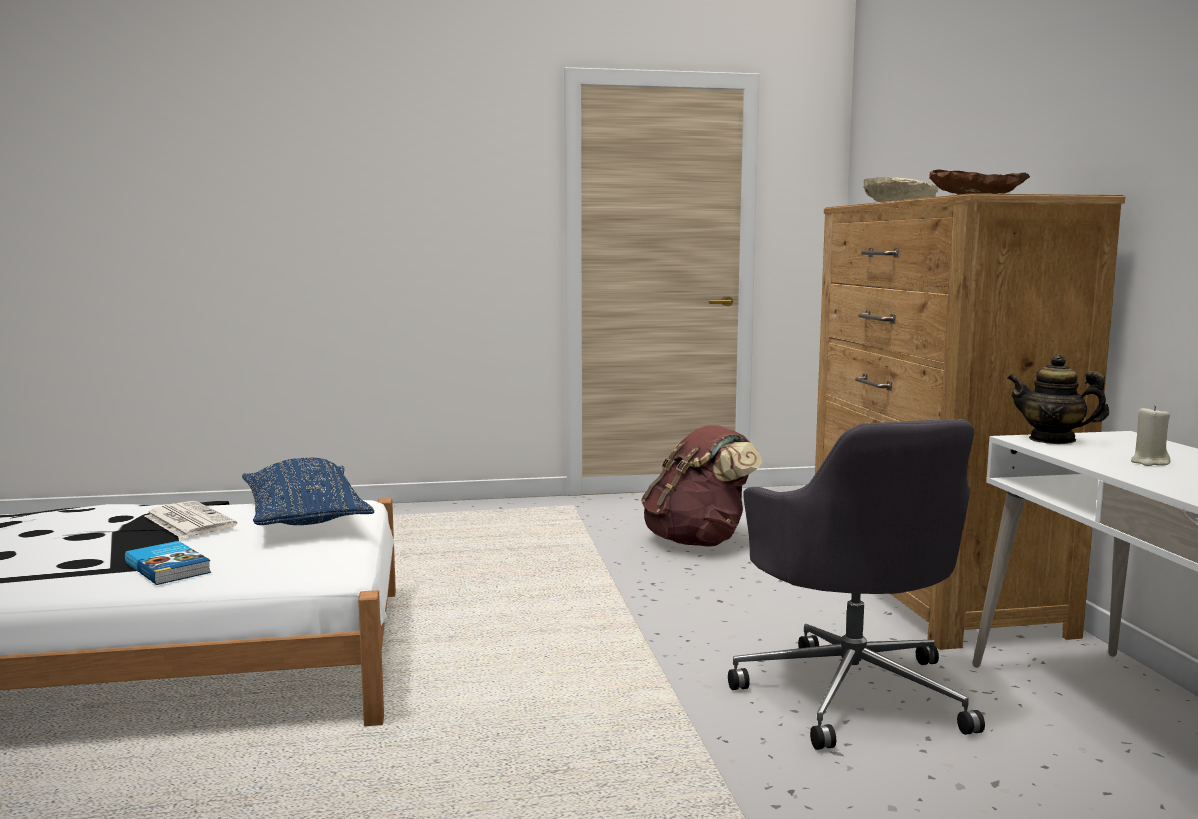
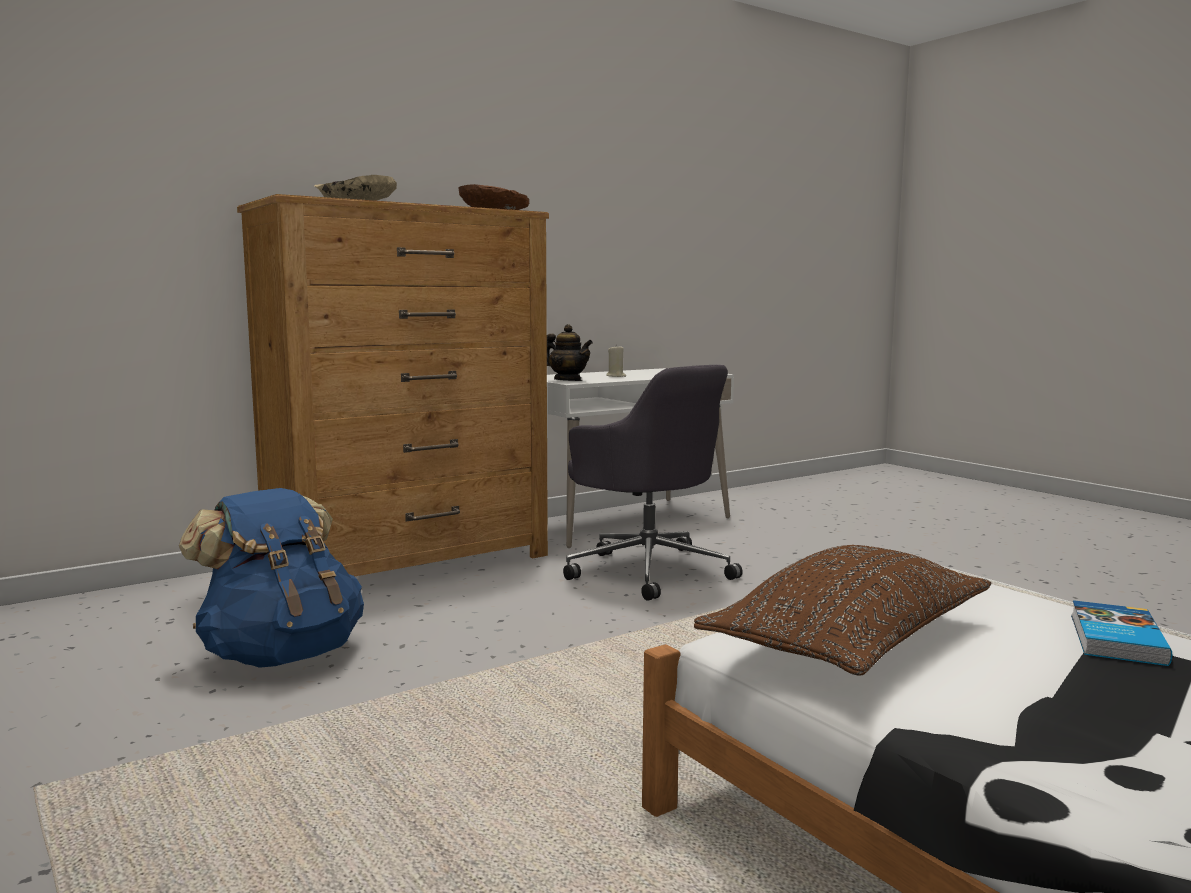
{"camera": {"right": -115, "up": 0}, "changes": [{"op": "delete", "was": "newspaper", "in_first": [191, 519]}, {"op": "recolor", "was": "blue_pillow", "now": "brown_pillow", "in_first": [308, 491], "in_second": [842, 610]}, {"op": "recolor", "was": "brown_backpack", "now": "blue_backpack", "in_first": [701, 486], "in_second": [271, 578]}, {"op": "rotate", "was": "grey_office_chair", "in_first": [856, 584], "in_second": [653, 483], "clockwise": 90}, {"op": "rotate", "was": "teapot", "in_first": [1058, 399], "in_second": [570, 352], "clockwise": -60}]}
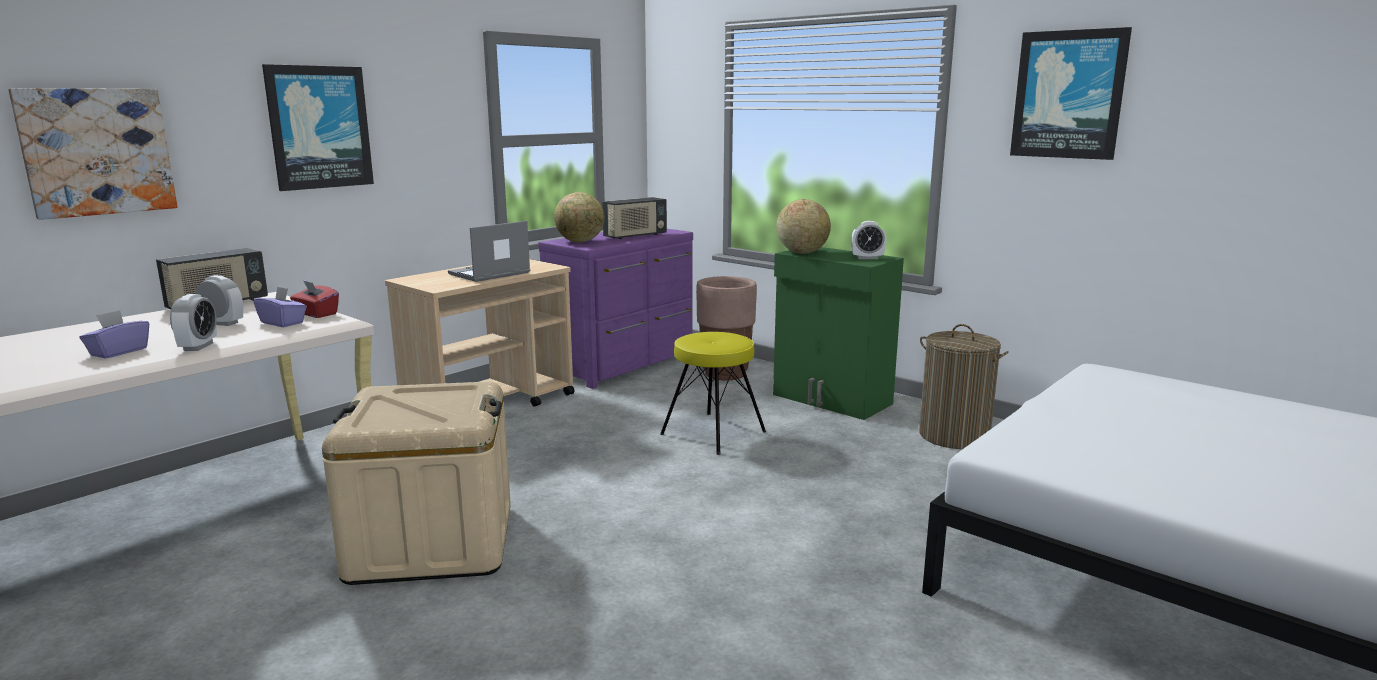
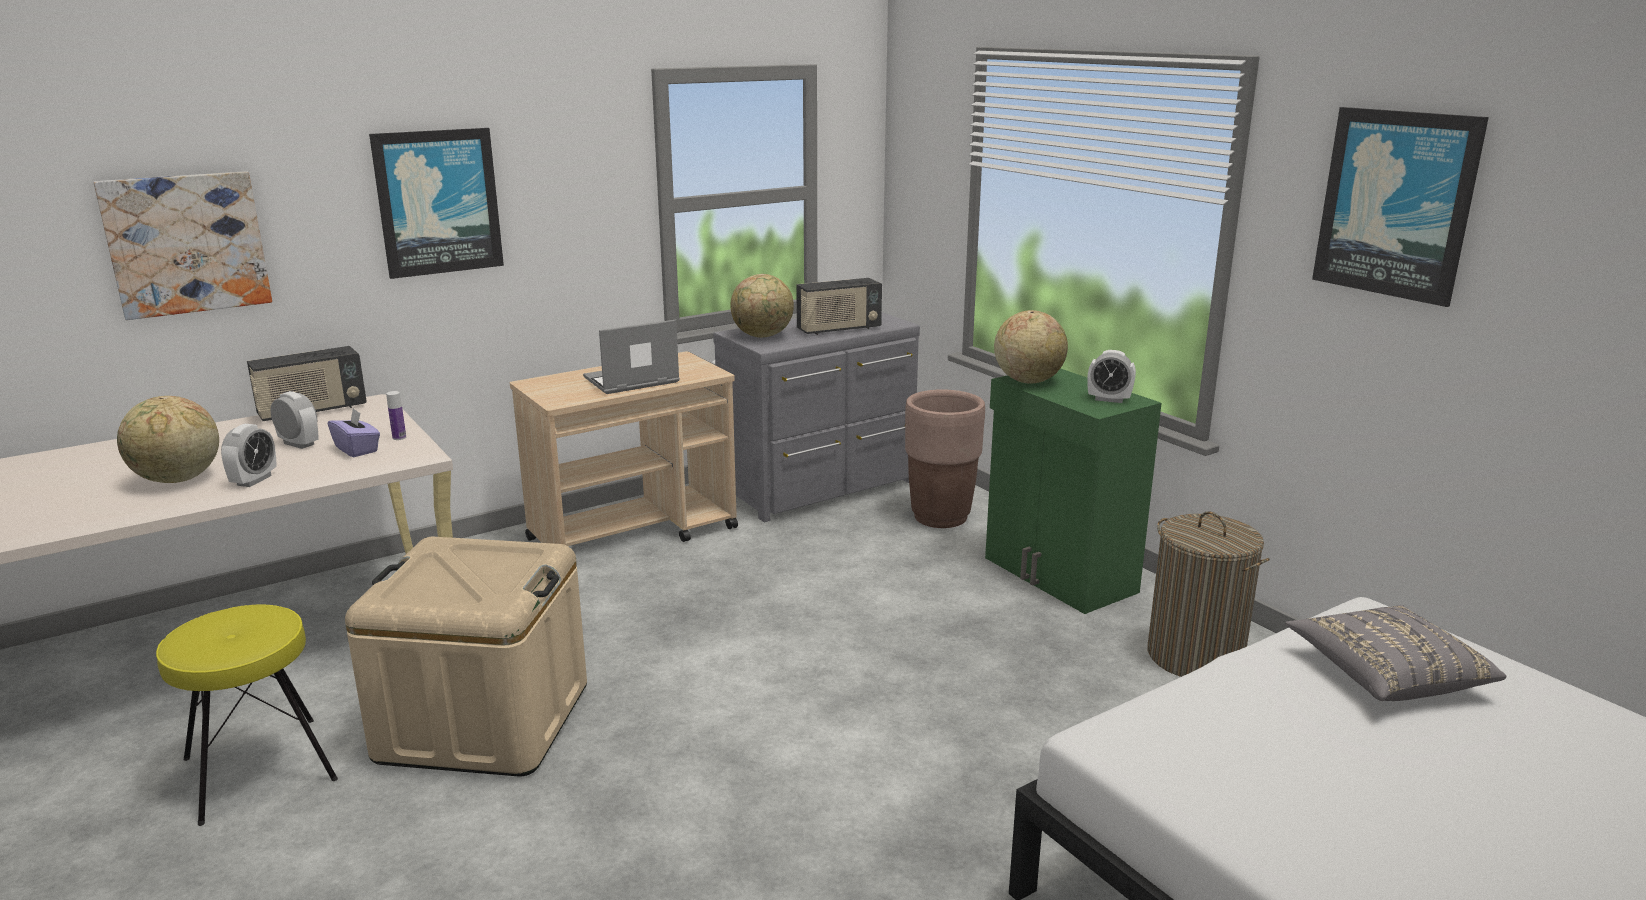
{"camera": {"right": 15, "up": 5}, "changes": [{"op": "replace", "was": "purple_tissue_box", "now": "globe", "in_first": [114, 334], "in_second": [168, 439]}, {"op": "replace", "was": "red_tissue_box", "now": "bottle", "in_first": [314, 299], "in_second": [396, 415]}, {"op": "recolor", "was": "purple_dresser", "now": "grey_dresser", "in_first": [615, 309], "in_second": [816, 417]}, {"op": "move", "was": "yellow_stool", "in_first": [713, 393], "in_second": [247, 715]}, {"op": "insert", "now": "grey_pillow", "in_second": [1396, 653]}]}
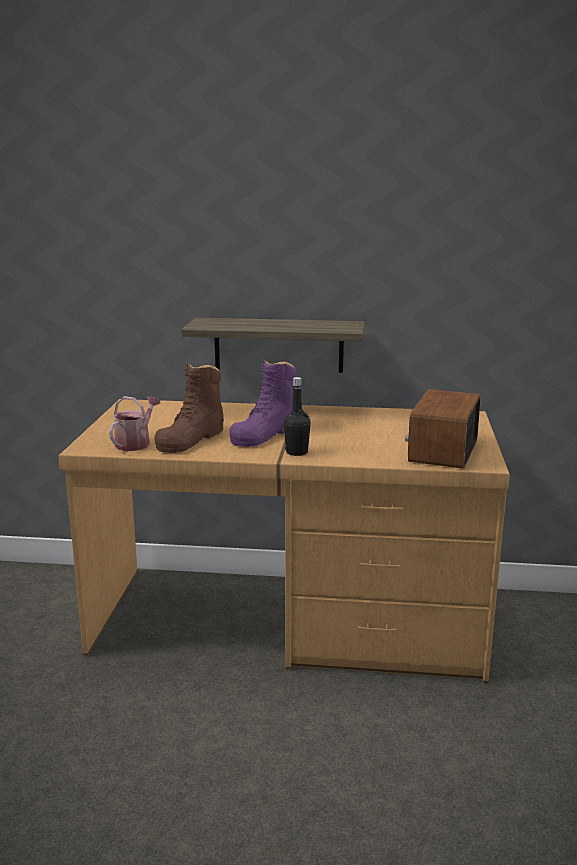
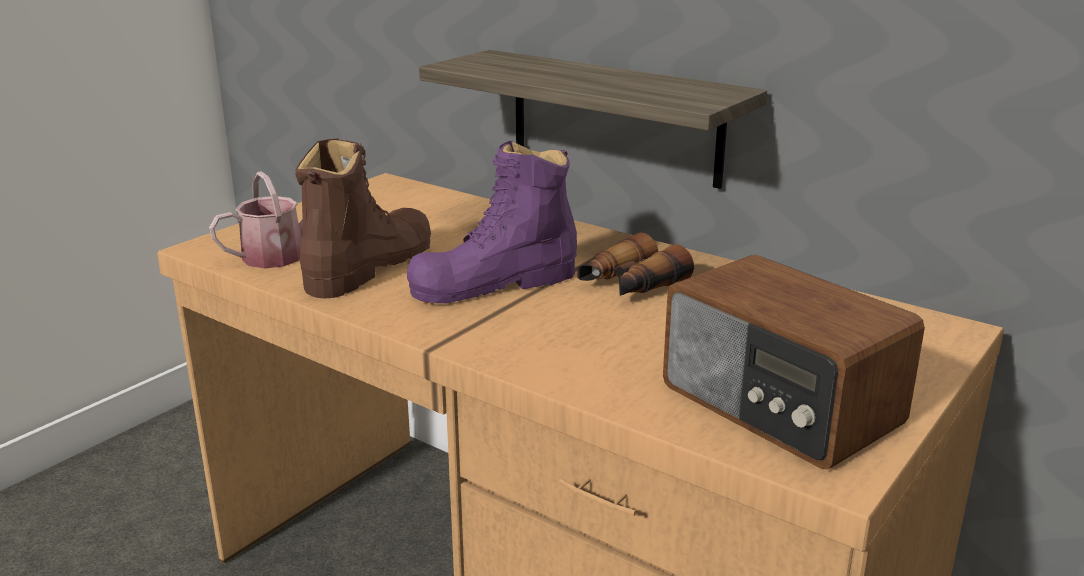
{"camera": {"right": 30, "up": 5}, "changes": [{"op": "rotate", "was": "brown_boot", "in_first": [189, 408], "in_second": [363, 218], "clockwise": 150}, {"op": "delete", "was": "black_bottle", "in_first": [297, 416]}, {"op": "rotate", "was": "radio", "in_first": [443, 429], "in_second": [794, 362], "clockwise": -90}, {"op": "insert", "now": "binoculars", "in_second": [635, 264]}]}
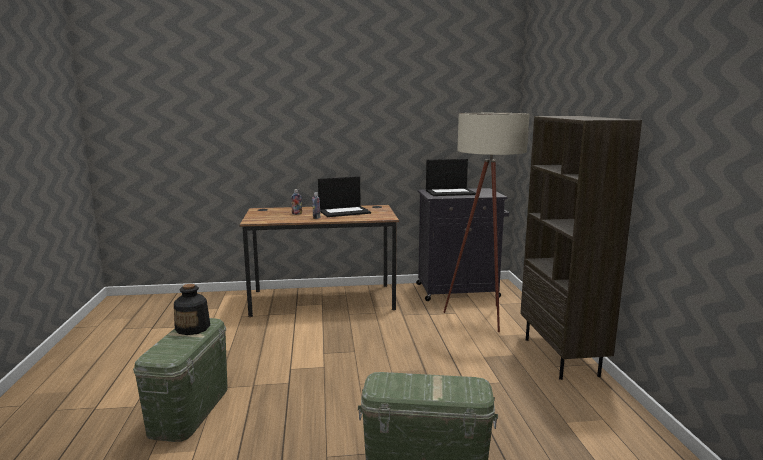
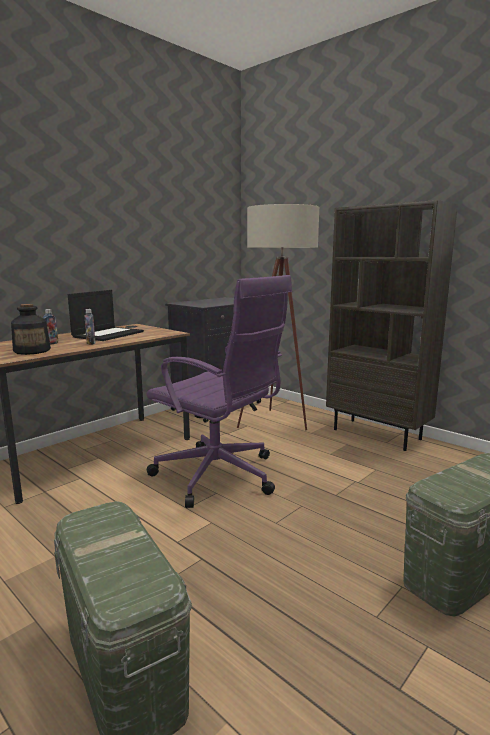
{"camera": {"right": -40, "up": 0}, "changes": [{"op": "move", "was": "bottle", "in_first": [192, 309], "in_second": [31, 329]}, {"op": "delete", "was": "laptop", "in_first": [451, 177]}, {"op": "insert", "now": "purple_office_chair", "in_second": [219, 391]}]}
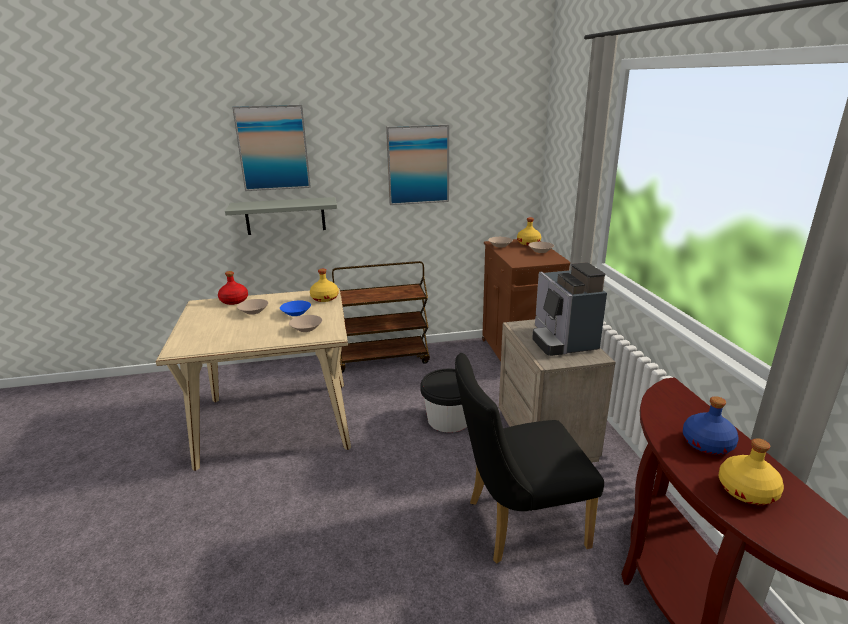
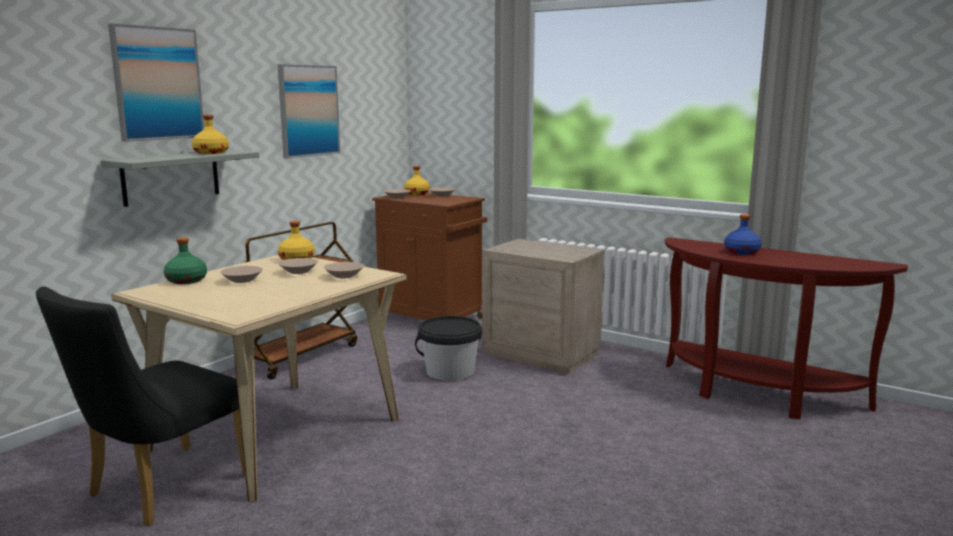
{"camera": {"right": -45, "up": -10}, "changes": [{"op": "recolor", "was": "red_bottle", "now": "green_bottle", "in_first": [233, 288], "in_second": [185, 260]}, {"op": "recolor", "was": "blue_bowl", "now": "beige_bowl", "in_first": [295, 308], "in_second": [298, 266]}, {"op": "move", "was": "black_chair", "in_first": [529, 458], "in_second": [140, 406]}, {"op": "delete", "was": "coffee_machine", "in_first": [569, 309]}, {"op": "move", "was": "yellow_bottle", "in_first": [751, 471], "in_second": [210, 134]}]}
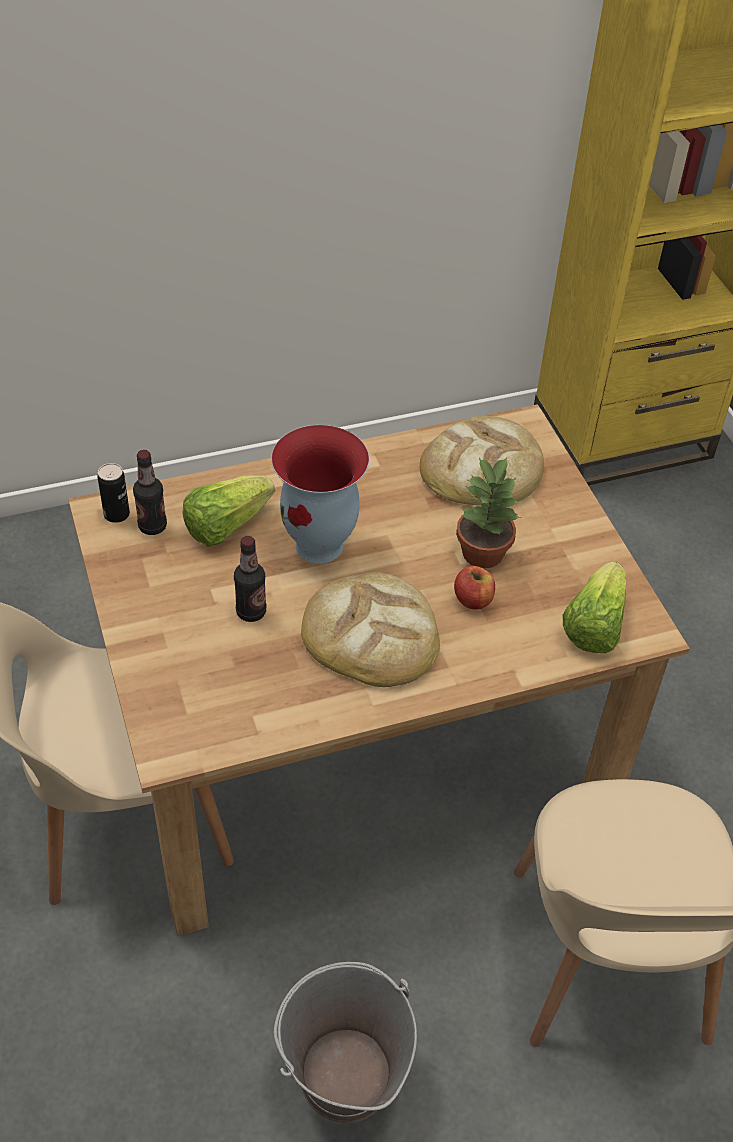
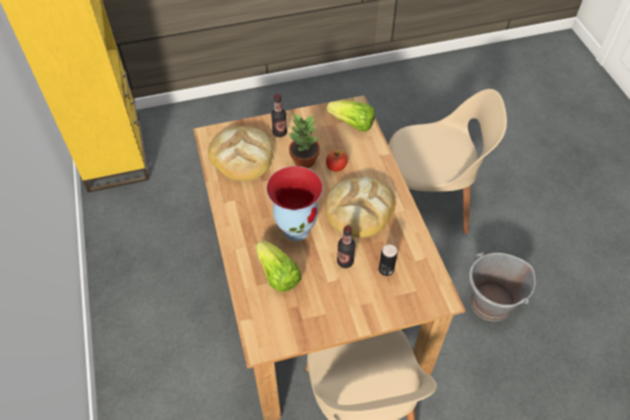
{"camera": {"right": -85, "up": 5}, "changes": [{"op": "move", "was": "can", "in_first": [113, 493], "in_second": [388, 260]}, {"op": "move", "was": "bottle", "in_first": [150, 492], "in_second": [279, 115]}]}
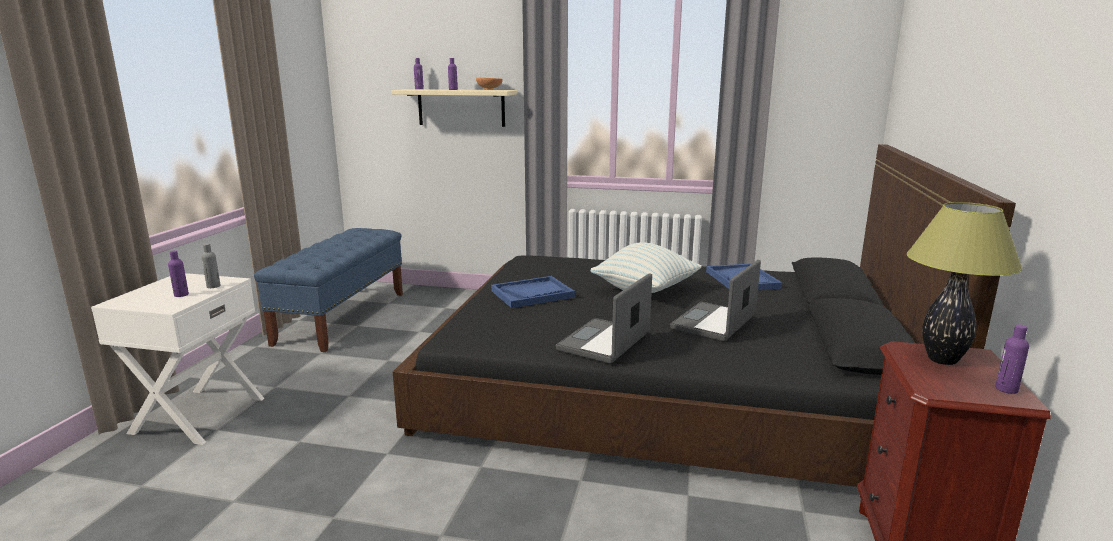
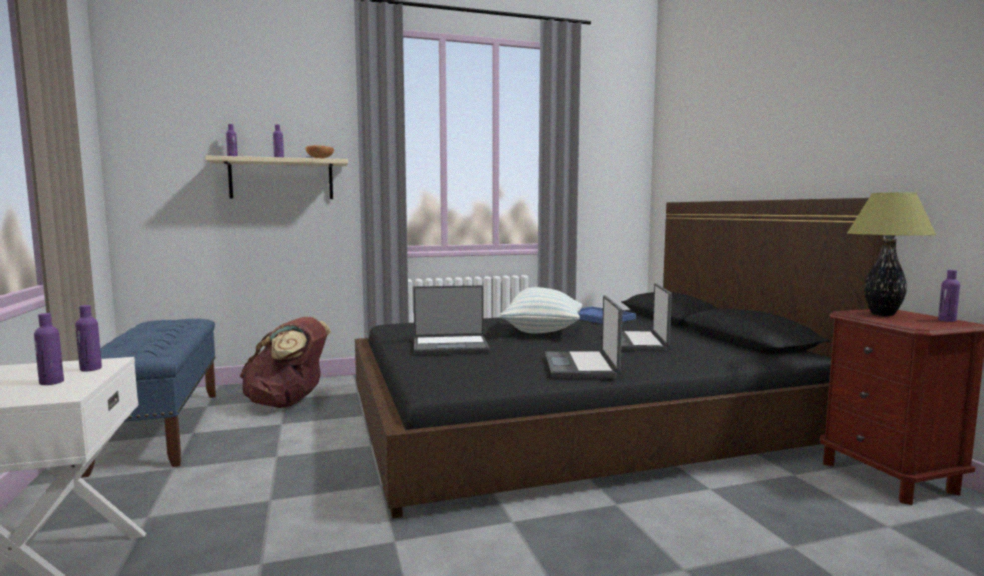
{"camera": {"right": -30, "up": -10}, "changes": [{"op": "recolor", "was": "grey_bottle", "now": "purple_bottle", "in_first": [210, 265], "in_second": [88, 338]}, {"op": "replace", "was": "blue_tray", "now": "laptop", "in_first": [533, 292], "in_second": [451, 319]}, {"op": "insert", "now": "brown_backpack", "in_second": [285, 362]}]}
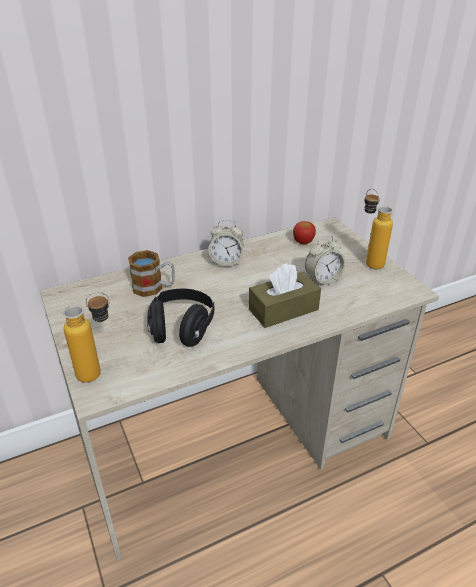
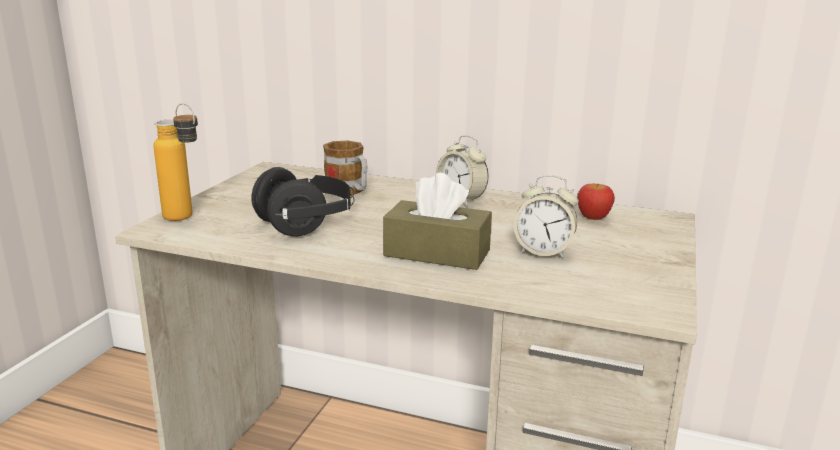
{"camera": {"right": 45, "up": -15}, "changes": [{"op": "delete", "was": "bottle", "in_first": [378, 229]}]}
